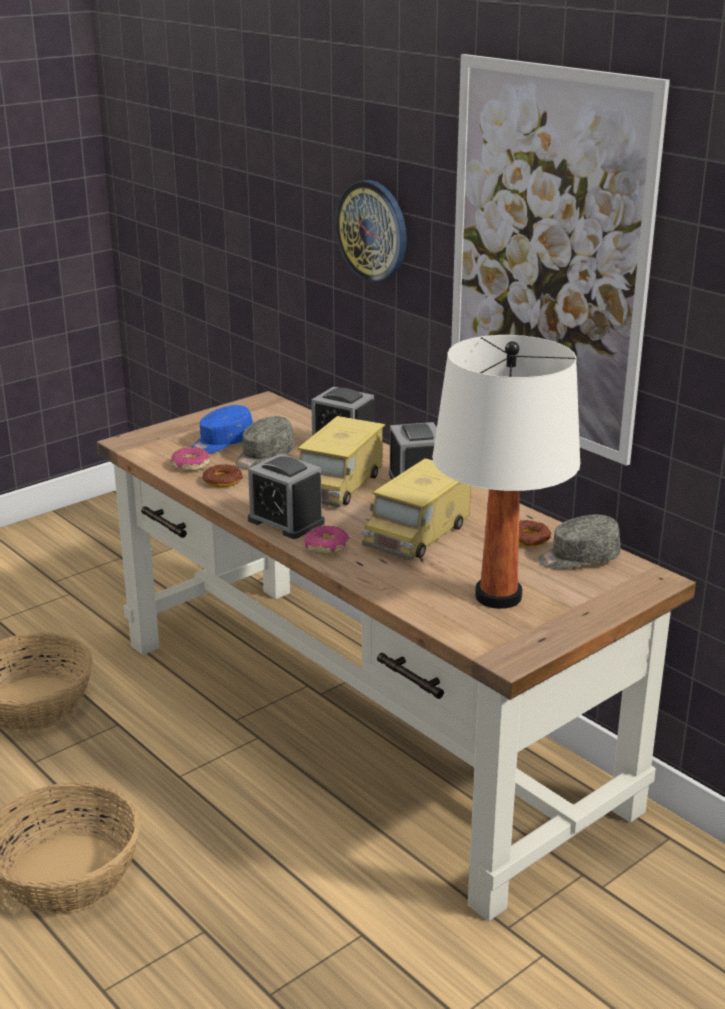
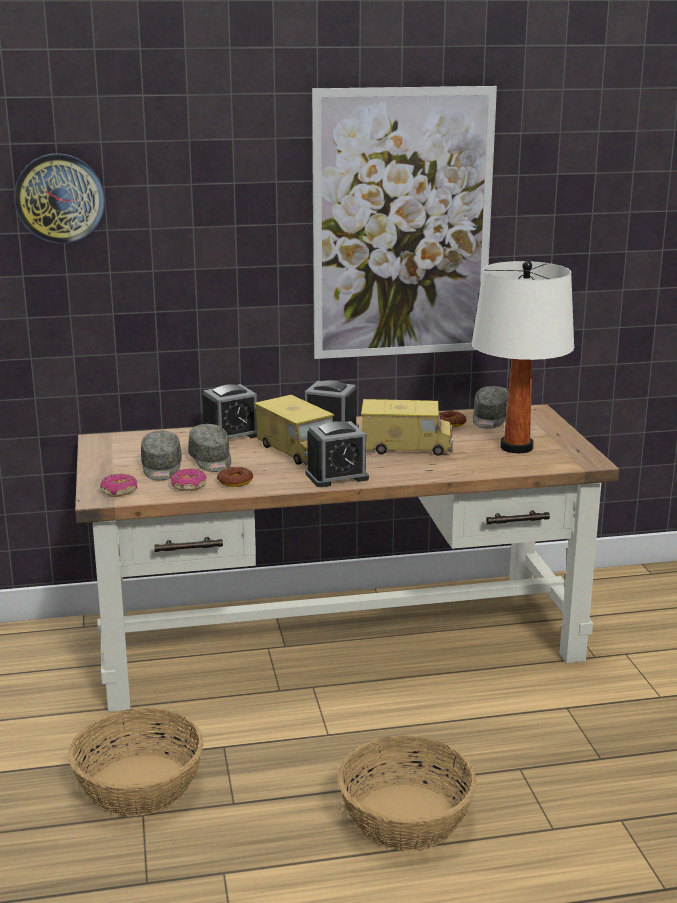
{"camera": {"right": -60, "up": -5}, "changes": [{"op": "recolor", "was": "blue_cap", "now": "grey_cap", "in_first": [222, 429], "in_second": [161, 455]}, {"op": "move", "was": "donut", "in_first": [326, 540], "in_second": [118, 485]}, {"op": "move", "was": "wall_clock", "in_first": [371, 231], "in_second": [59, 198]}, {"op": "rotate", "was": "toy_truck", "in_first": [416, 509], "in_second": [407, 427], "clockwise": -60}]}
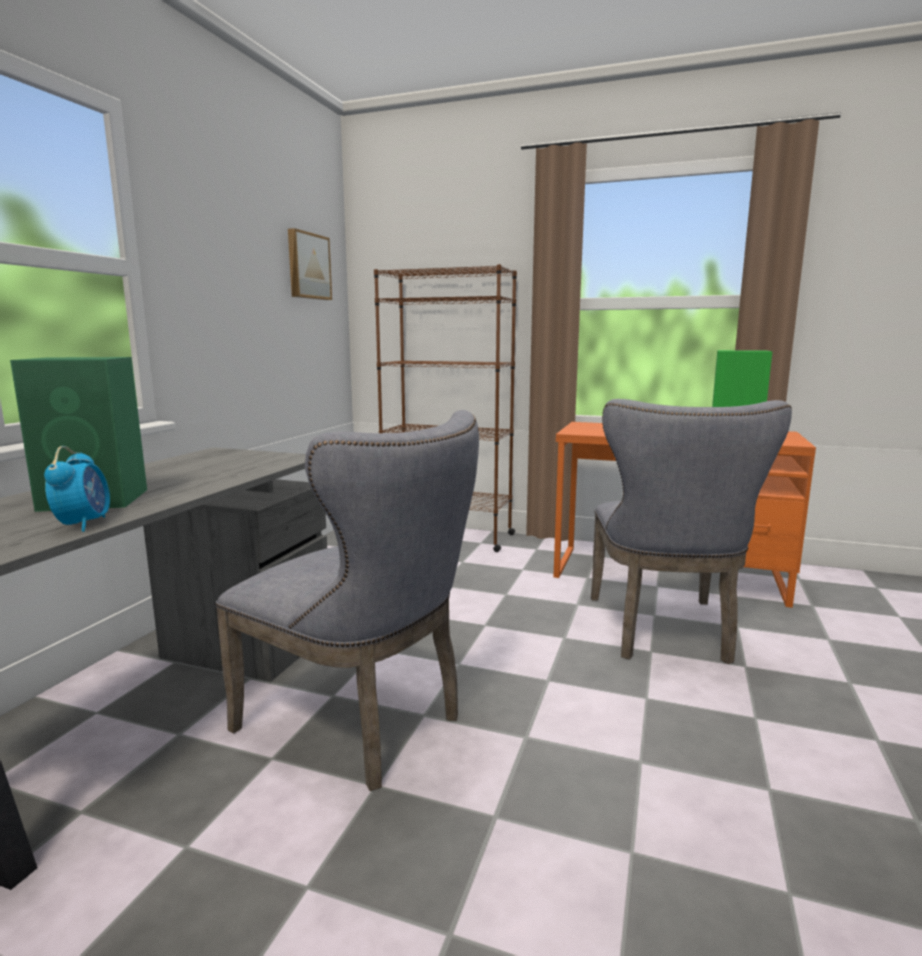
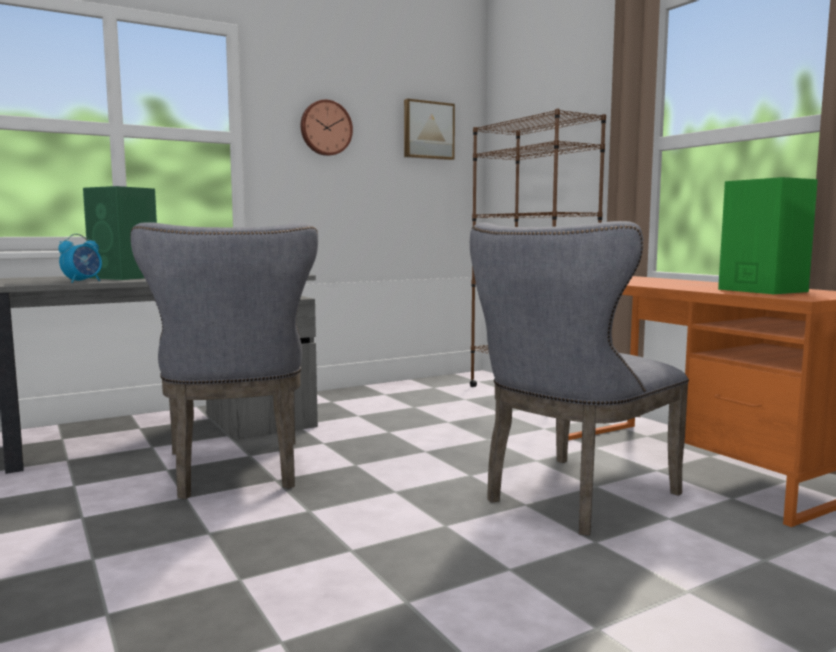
{"camera": {"right": 40, "up": -5}, "changes": [{"op": "insert", "now": "wall_clock", "in_second": [327, 128]}]}
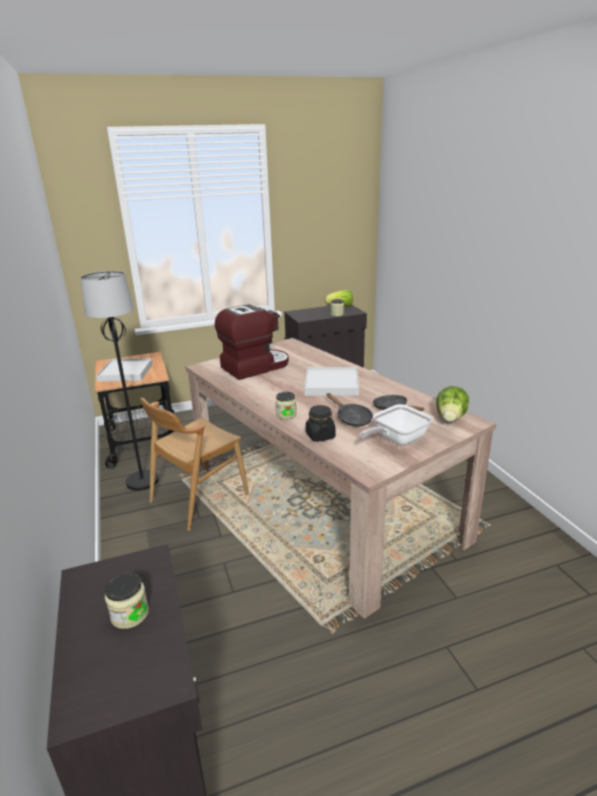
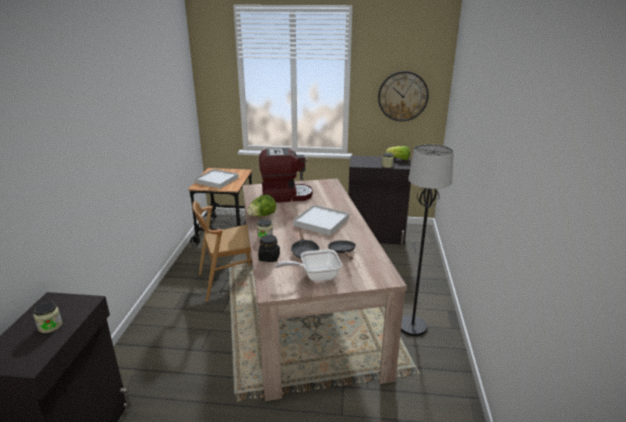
{"camera": {"right": 25, "up": 0}, "changes": [{"op": "move", "was": "black_floor_lamp", "in_first": [119, 381], "in_second": [427, 240]}, {"op": "move", "was": "lettuce", "in_first": [452, 404], "in_second": [261, 205]}, {"op": "insert", "now": "wall_clock", "in_second": [403, 96]}]}
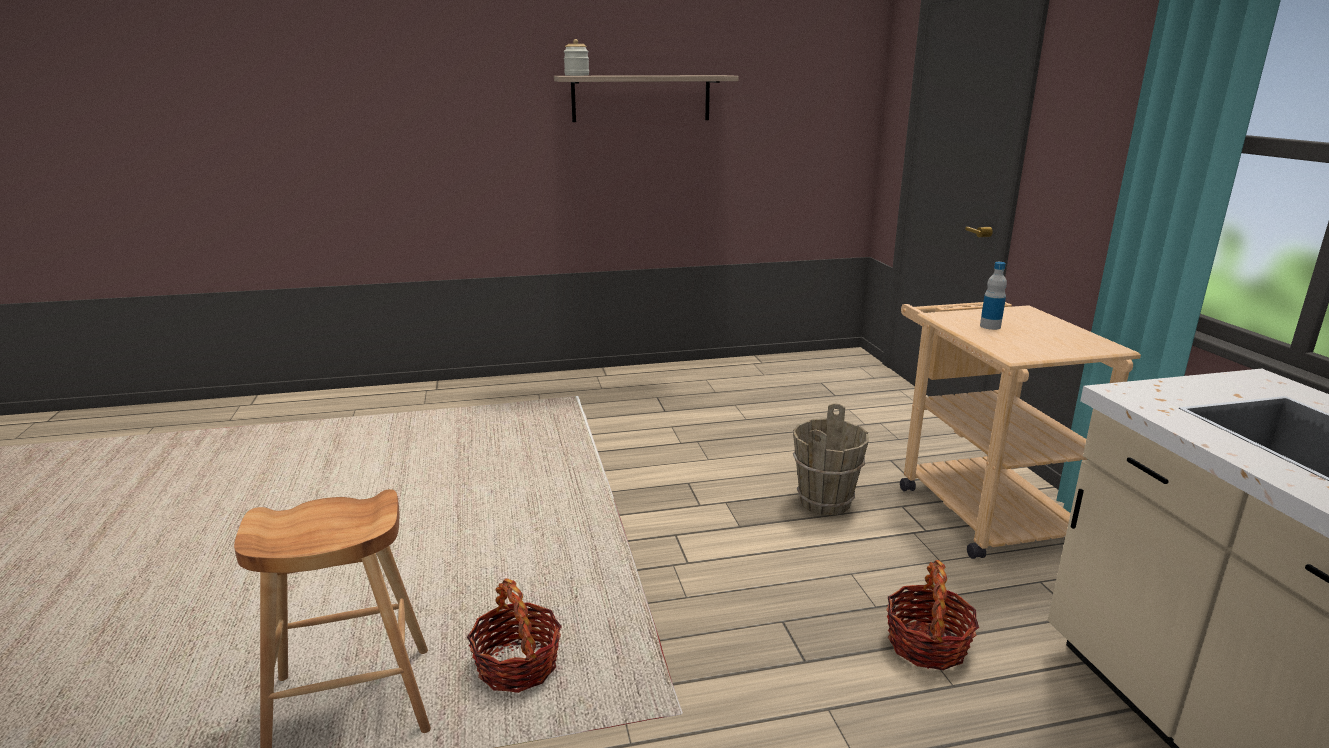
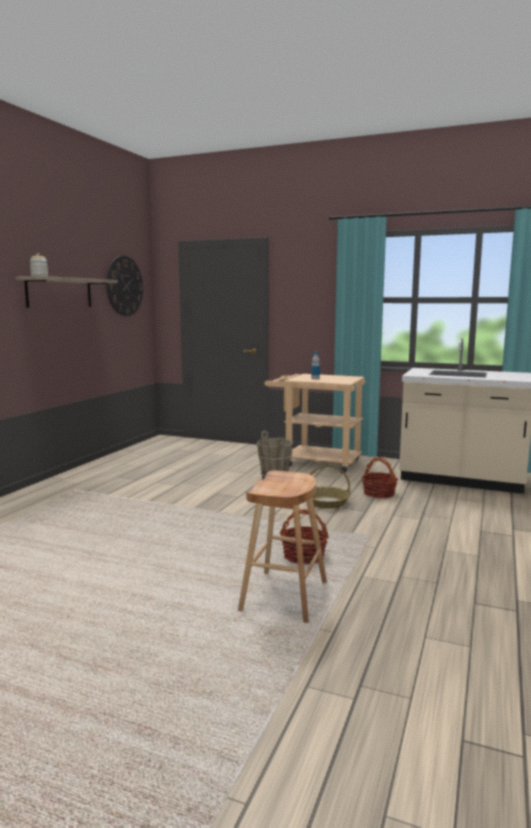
{"camera": {"right": -55, "up": -10}, "changes": [{"op": "insert", "now": "wall_clock", "in_second": [124, 286]}, {"op": "insert", "now": "basket", "in_second": [330, 487]}]}
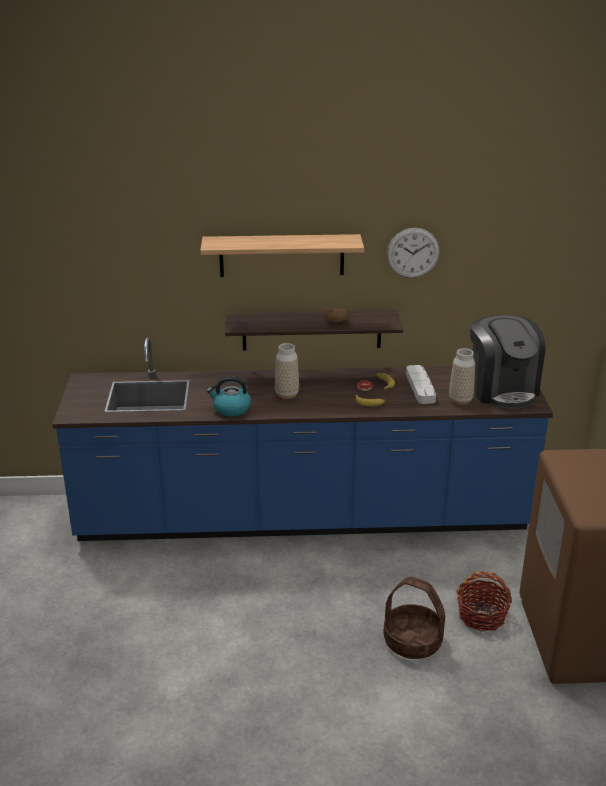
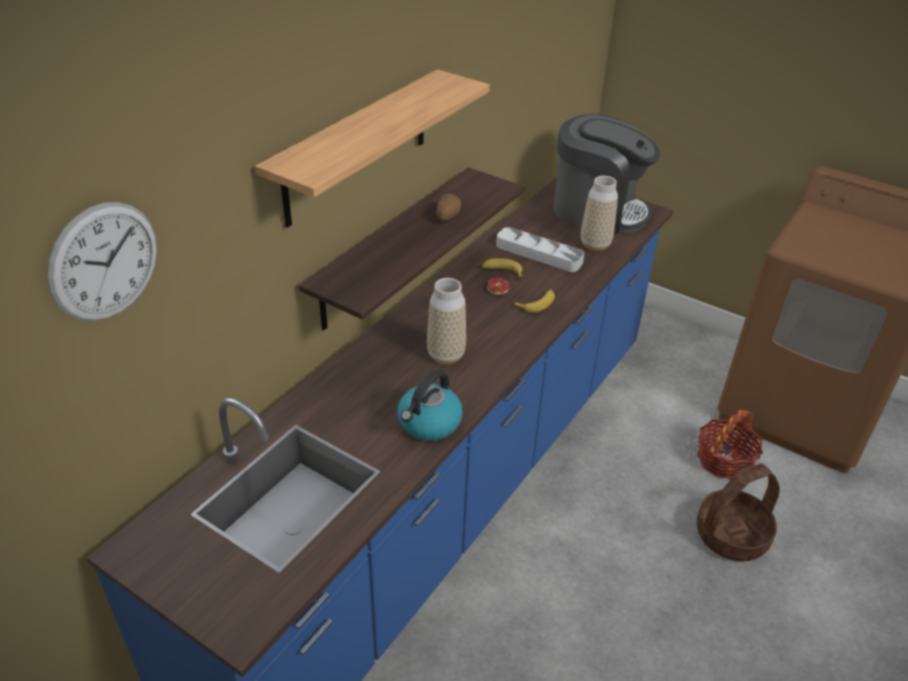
{"camera": {"right": -55, "up": 10}, "changes": [{"op": "move", "was": "wall_clock", "in_first": [413, 253], "in_second": [102, 262]}]}
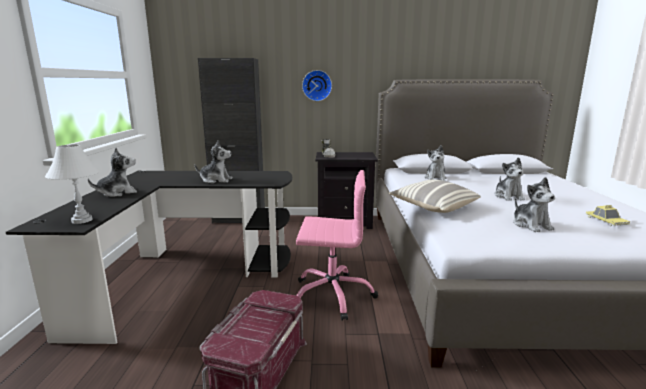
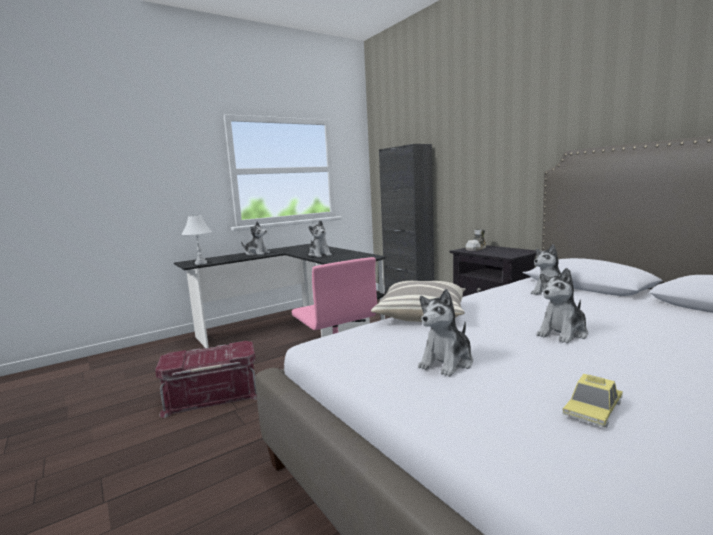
{"camera": {"right": 55, "up": -5}, "changes": [{"op": "delete", "was": "wall_clock", "in_first": [317, 85]}]}
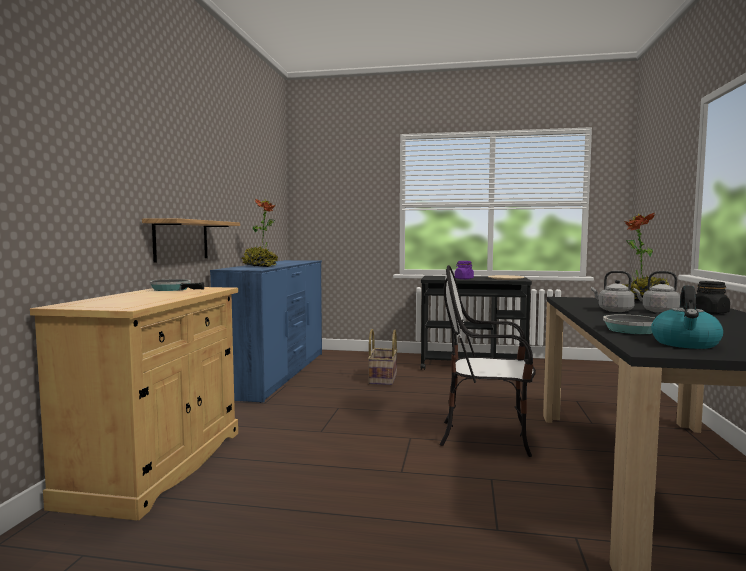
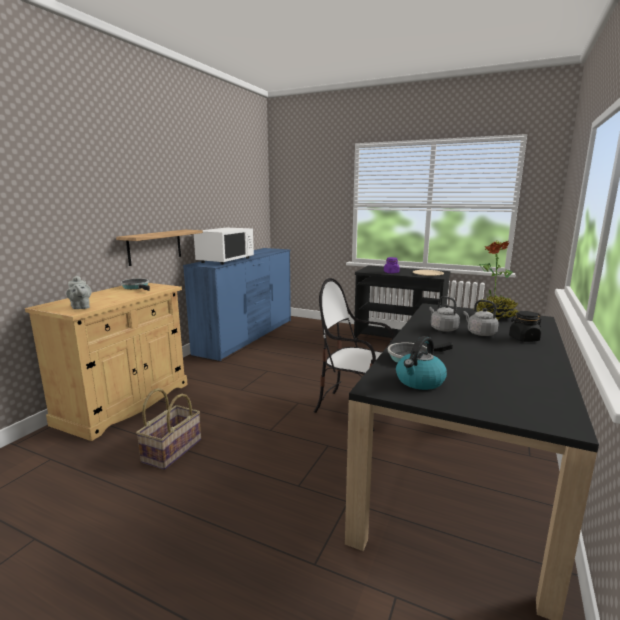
{"camera": {"right": 15, "up": 10}, "changes": [{"op": "replace", "was": "potted_plant", "now": "white_microwave", "in_first": [260, 233], "in_second": [224, 246]}, {"op": "move", "was": "basket", "in_first": [383, 357], "in_second": [168, 429]}, {"op": "insert", "now": "grey_teapot", "in_second": [79, 292]}]}
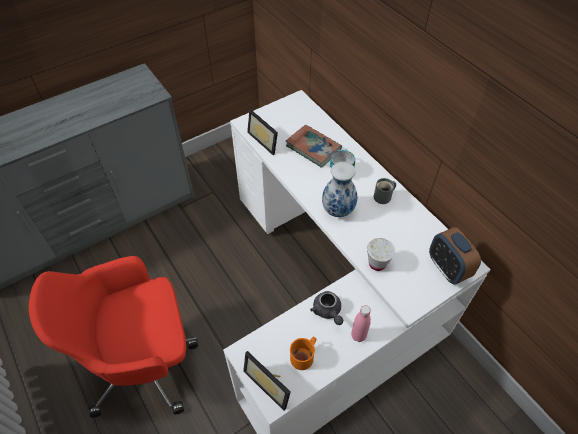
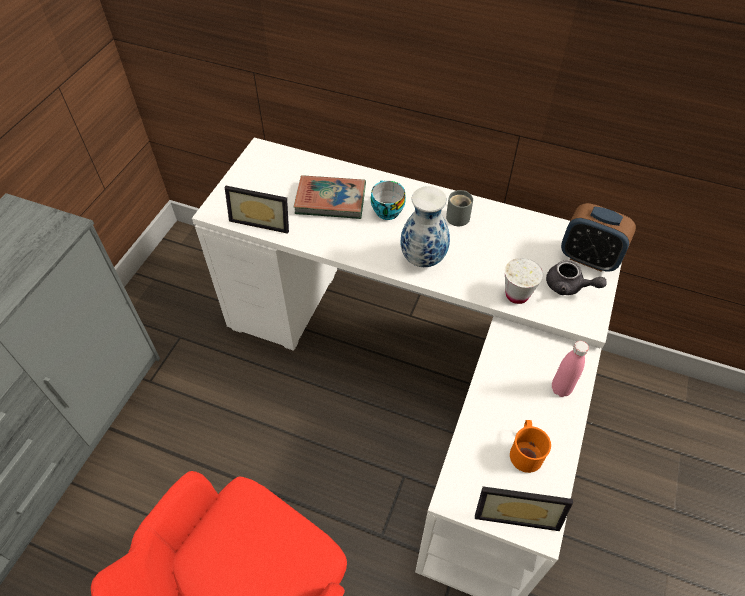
{"camera": {"right": -35, "up": 0}, "changes": [{"op": "move", "was": "grey_teapot", "in_first": [326, 308], "in_second": [576, 277]}]}
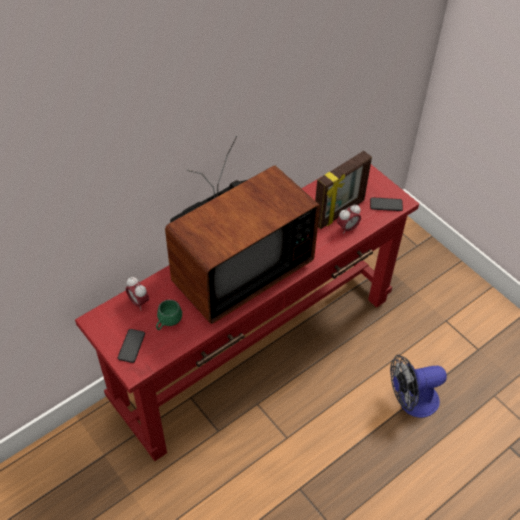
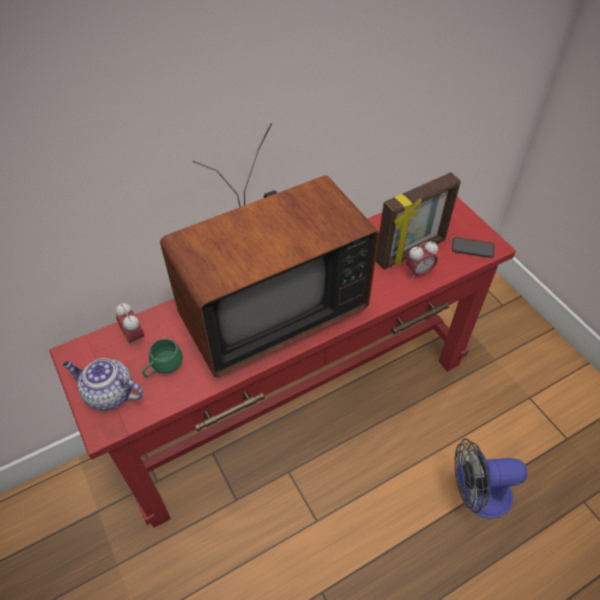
{"camera": {"right": 10, "up": 0}, "changes": [{"op": "replace", "was": "phone", "now": "teapot", "in_first": [131, 346], "in_second": [103, 384]}]}
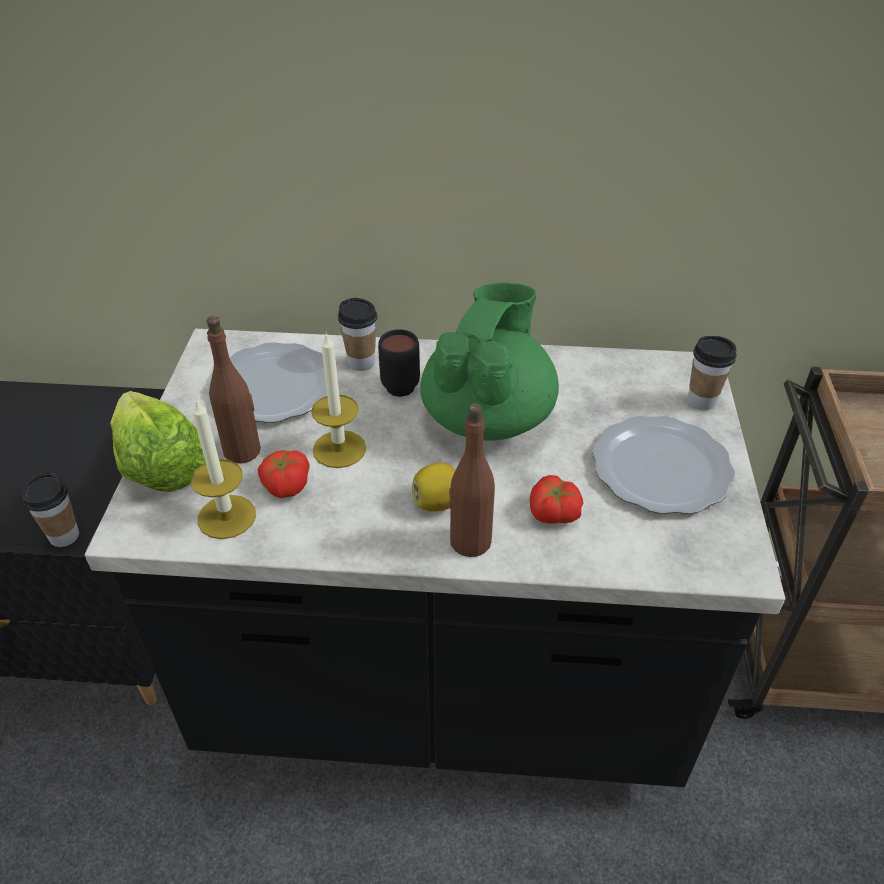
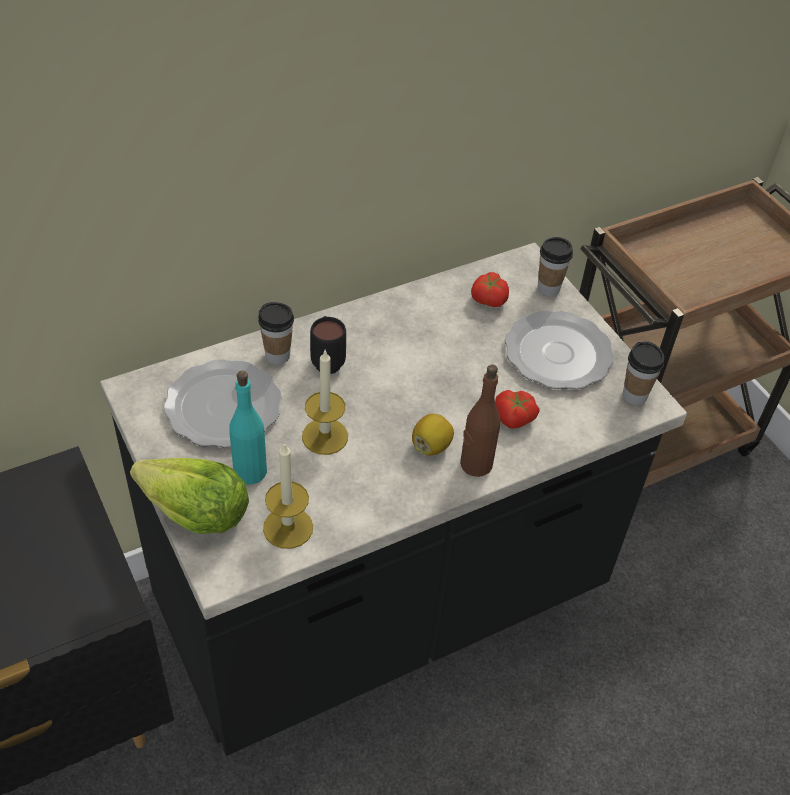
{"camera": {"right": -35, "up": 5}, "changes": [{"op": "move", "was": "cup", "in_first": [50, 509], "in_second": [644, 373]}, {"op": "recolor", "was": "brown_bottle", "now": "turquoise_bottle", "in_first": [234, 390], "in_second": [248, 427]}, {"op": "move", "was": "tomato", "in_first": [284, 474], "in_second": [490, 289]}, {"op": "delete", "was": "green_teapot", "in_first": [489, 362]}]}
